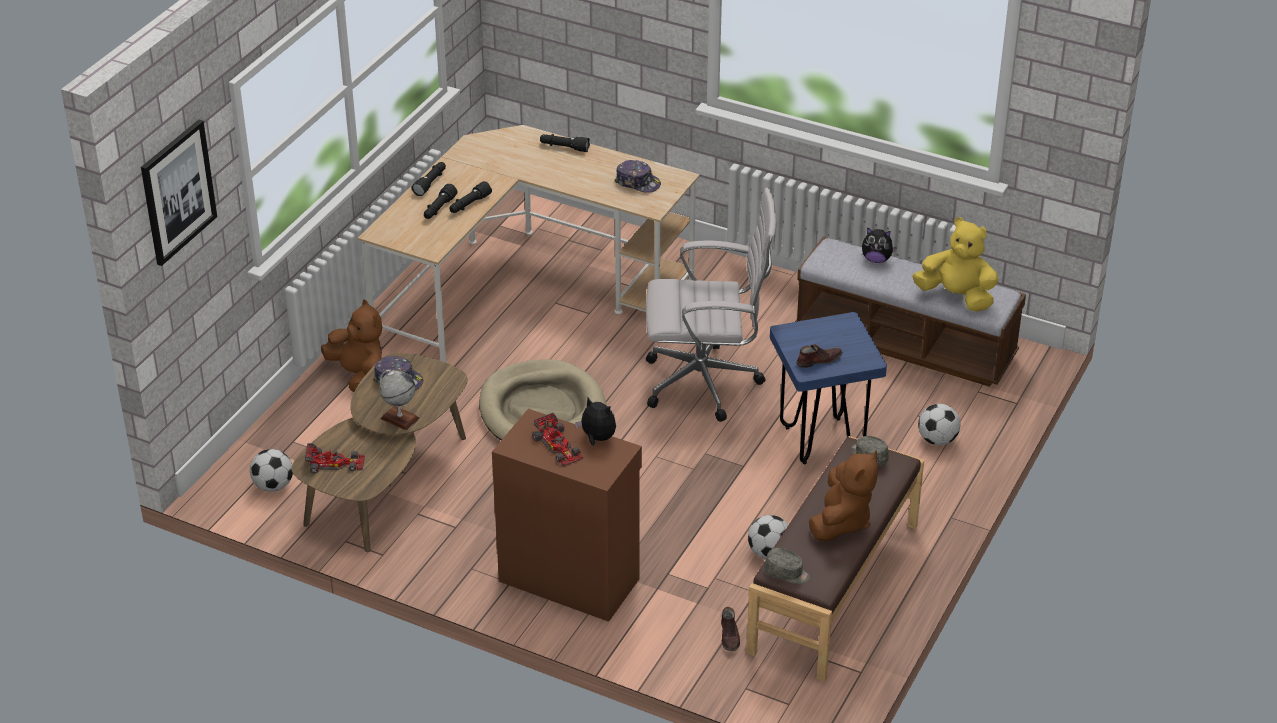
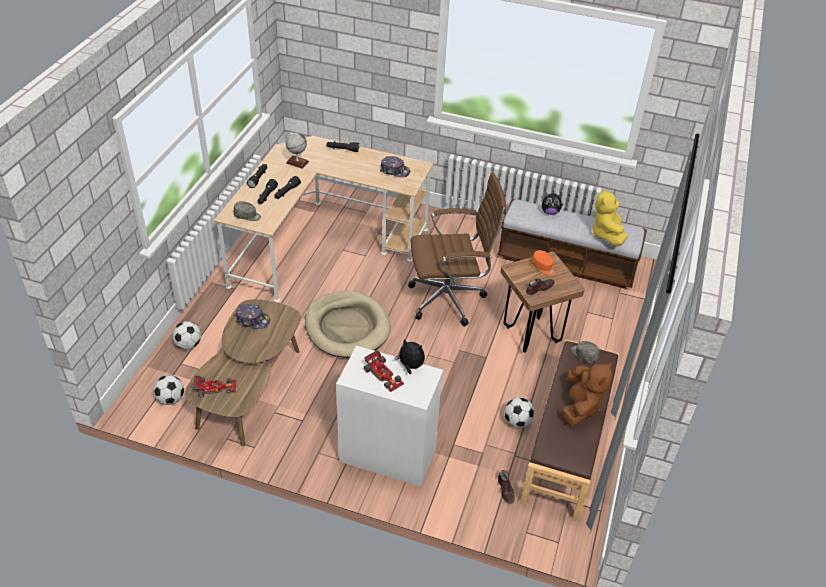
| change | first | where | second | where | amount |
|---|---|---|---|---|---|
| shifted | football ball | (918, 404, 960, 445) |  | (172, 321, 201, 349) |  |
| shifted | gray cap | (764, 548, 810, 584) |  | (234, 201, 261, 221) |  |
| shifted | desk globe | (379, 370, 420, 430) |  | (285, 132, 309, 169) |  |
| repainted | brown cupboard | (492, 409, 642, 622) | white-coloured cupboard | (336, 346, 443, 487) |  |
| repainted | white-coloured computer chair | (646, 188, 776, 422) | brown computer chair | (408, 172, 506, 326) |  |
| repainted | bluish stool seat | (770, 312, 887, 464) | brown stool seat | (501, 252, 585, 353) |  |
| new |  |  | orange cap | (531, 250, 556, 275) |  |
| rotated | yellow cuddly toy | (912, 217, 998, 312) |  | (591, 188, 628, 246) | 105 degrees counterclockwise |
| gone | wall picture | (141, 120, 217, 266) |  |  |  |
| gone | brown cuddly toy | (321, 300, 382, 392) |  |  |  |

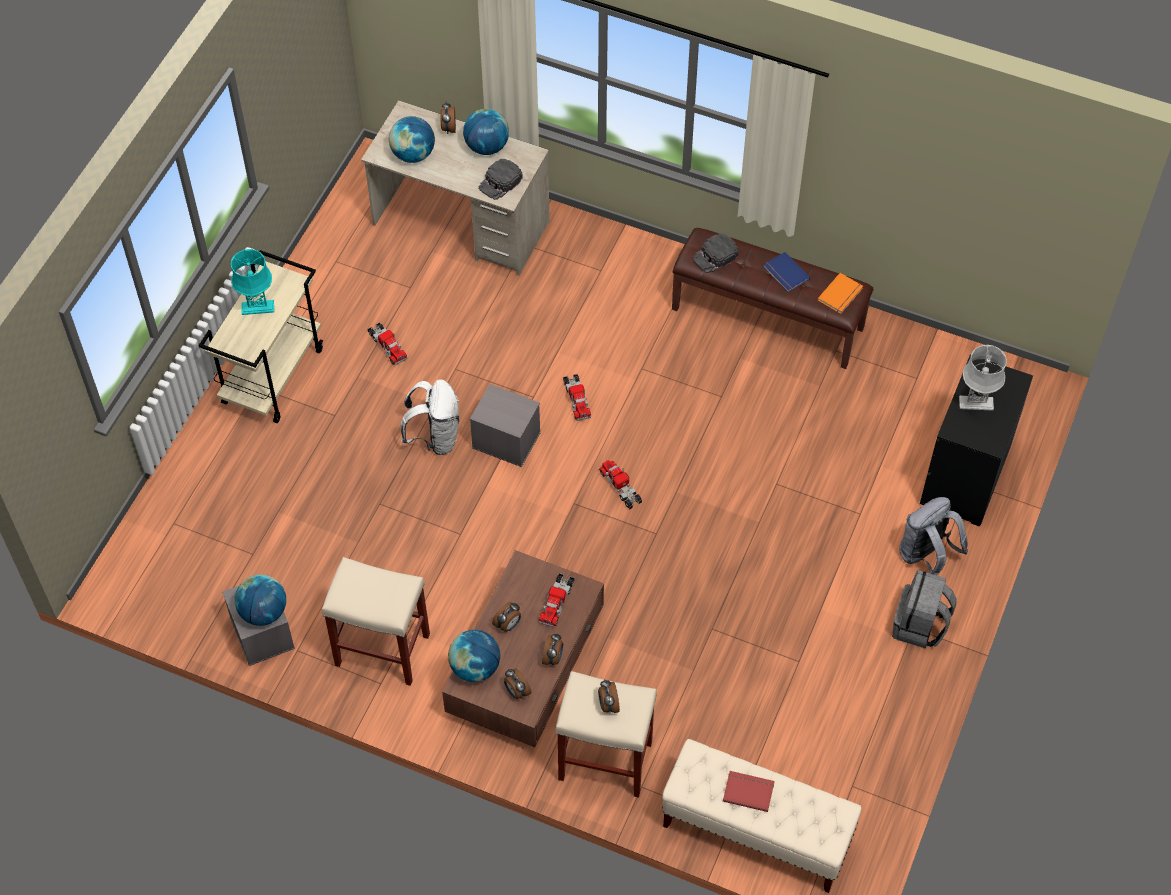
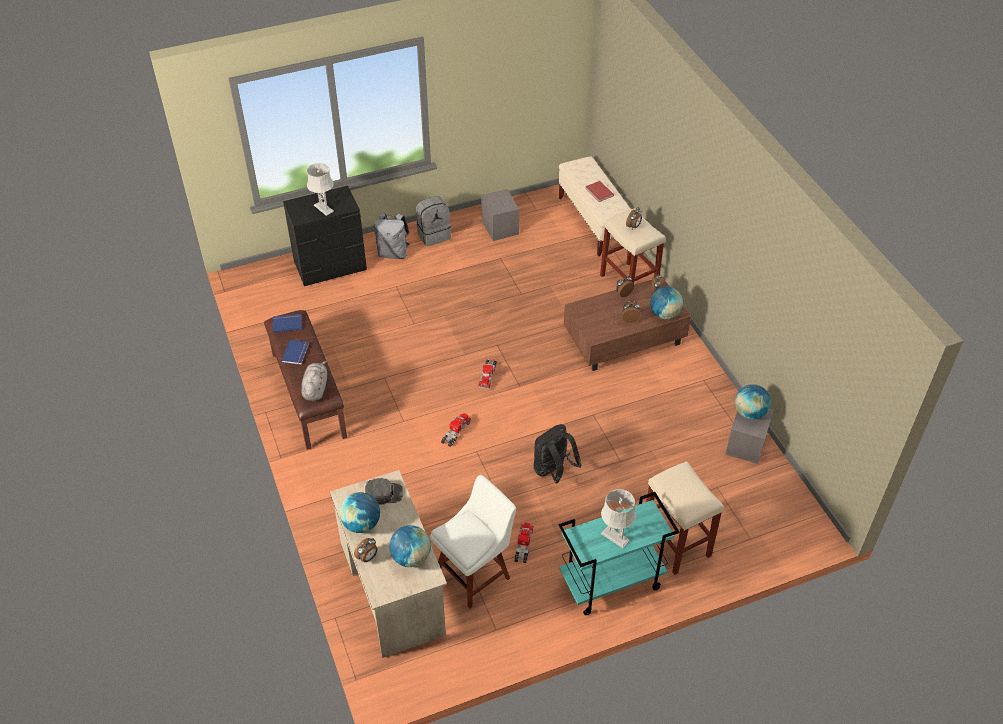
| change | first | where | second | where | amount |
|---|---|---|---|---|---|
| repainted | orange volume | (818, 273, 863, 314) | bluish volume | (273, 314, 302, 333) |  |
| swapped | black-coloured cap | (693, 233, 739, 273) | gray cuddly toy | (301, 361, 328, 401) |  |
| new |  |  | white-coloured upright chair | (430, 475, 516, 608) |  |
| shifted | gray storage box | (470, 384, 541, 467) |  | (481, 189, 519, 241) |  |
| repainted | white-coloured knapsack | (401, 379, 459, 455) | black-coloured knapsack | (534, 424, 582, 483) |  |
| repainted | sand-coloured cart | (198, 250, 323, 423) | turquoise-coloured cart | (559, 492, 679, 615) |  |
| repainted | turquoise-coloured table lamp | (231, 249, 274, 315) | gray table lamp | (601, 489, 636, 548) |  |
| shifted | sand-coloured stool seat | (322, 557, 430, 686) |  | (646, 461, 724, 575) |  |
| gone | model truck | (539, 573, 574, 628) |  |  |  |

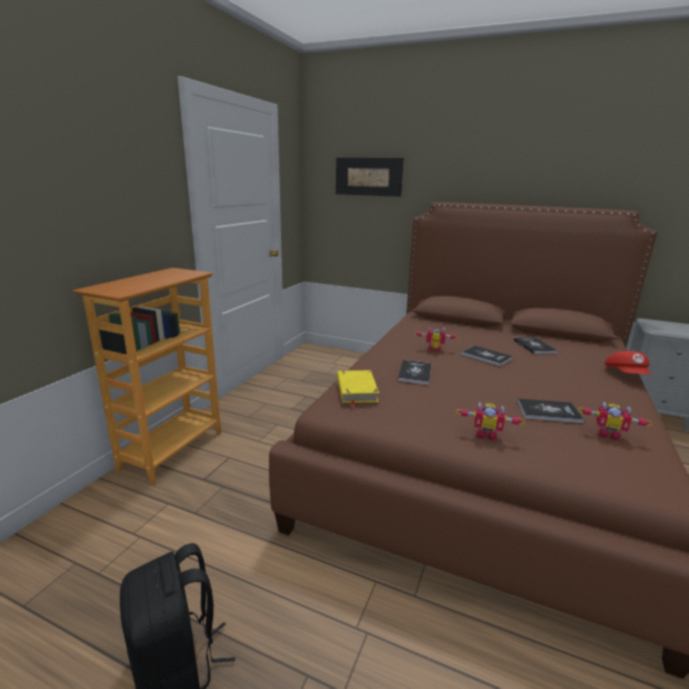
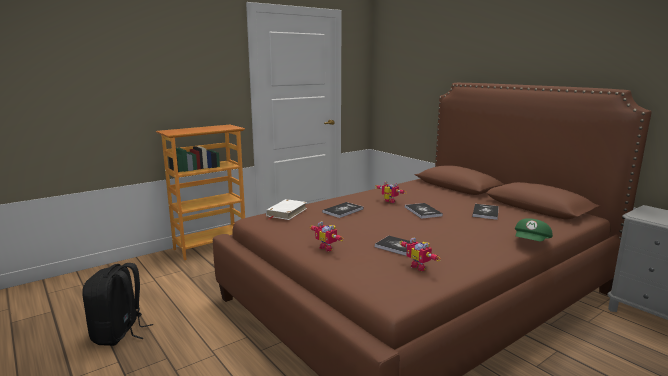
| change | first | where | second | where | amount |
|---|---|---|---|---|---|
| repainted | yellow volume | (337, 370, 379, 408) | white-coloured volume | (266, 199, 307, 220) |  |
| repainted | red-coloured cap | (604, 351, 651, 374) | greenish cap | (515, 218, 553, 242) |  |
| gone | wall picture | (336, 158, 404, 197) |  |  |  |

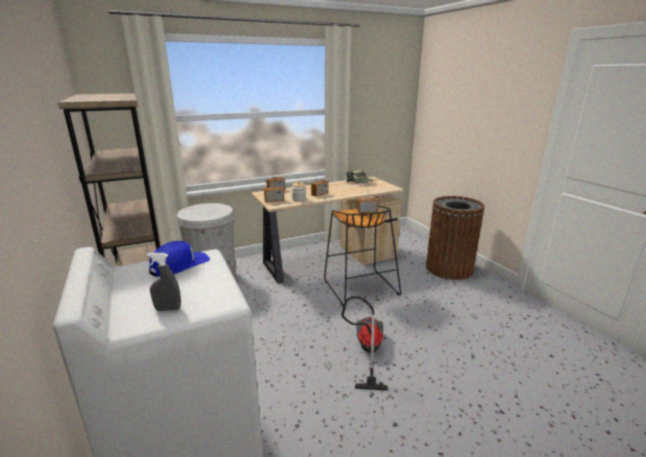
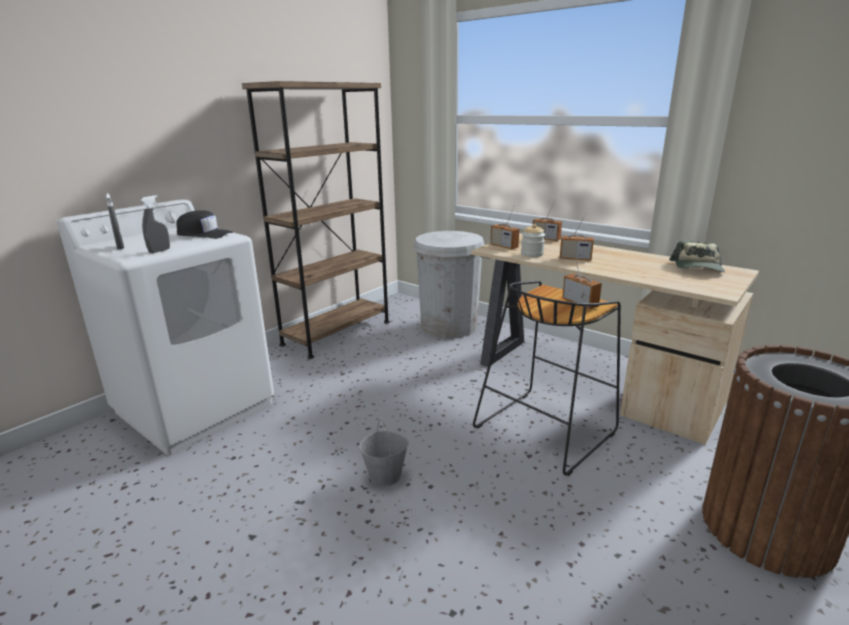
| change | first | where | second | where | amount |
|---|---|---|---|---|---|
| new |  |  | gray spray bottle | (140, 195, 170, 253) |  |
| repainted | bluish cap | (149, 241, 210, 277) | black-coloured cap | (176, 210, 233, 239) |  |
| swapped | vacuum cleaner | (341, 296, 388, 391) | gray pail | (359, 420, 409, 486) |  |

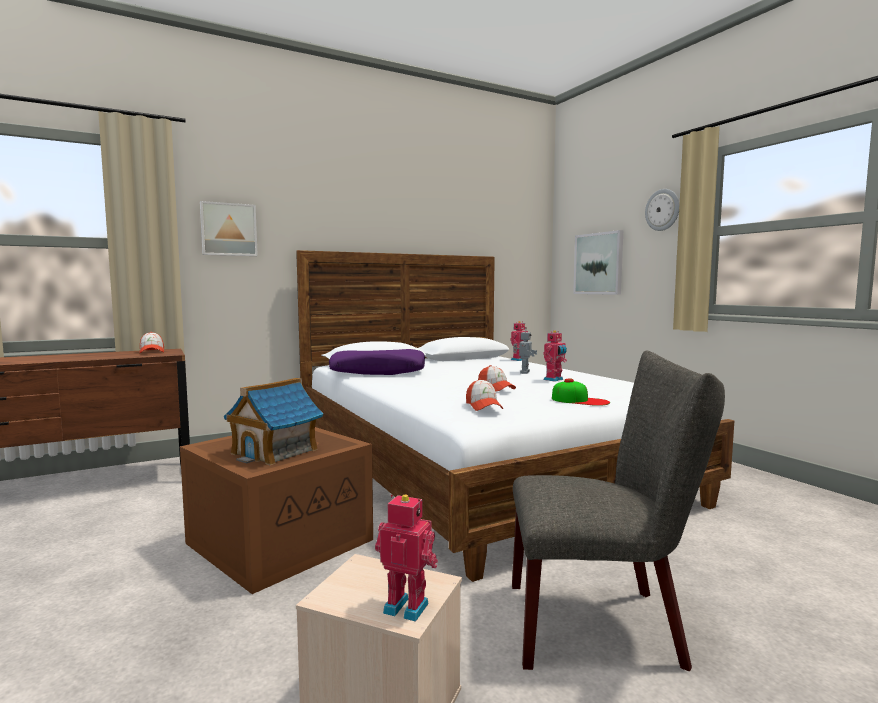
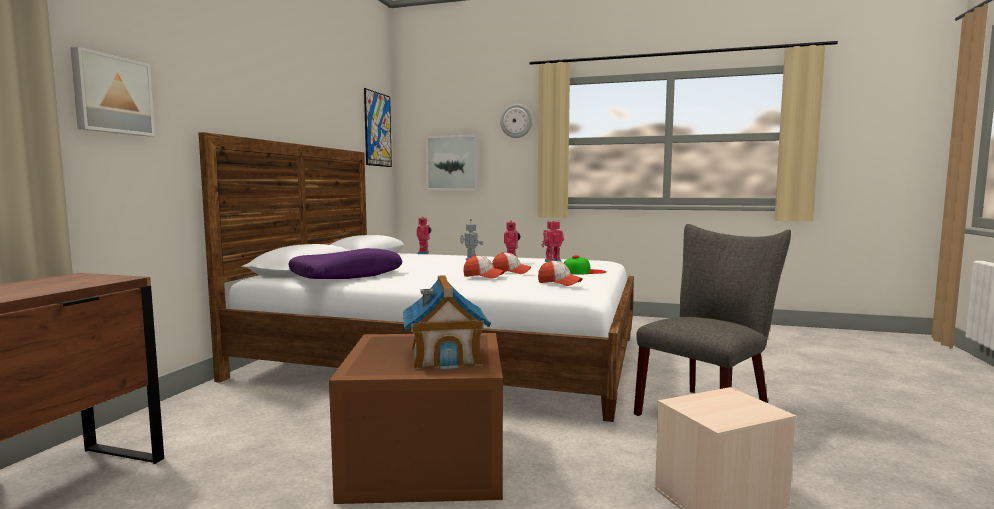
| change | first | where | second | where | amount |
|---|---|---|---|---|---|
| new |  |  | wall picture | (364, 88, 392, 167) |  |
| shifted | cap | (140, 332, 164, 353) |  | (463, 255, 505, 279) |  |
| shifted | robot figure | (375, 494, 438, 622) |  | (542, 219, 564, 262) |  |

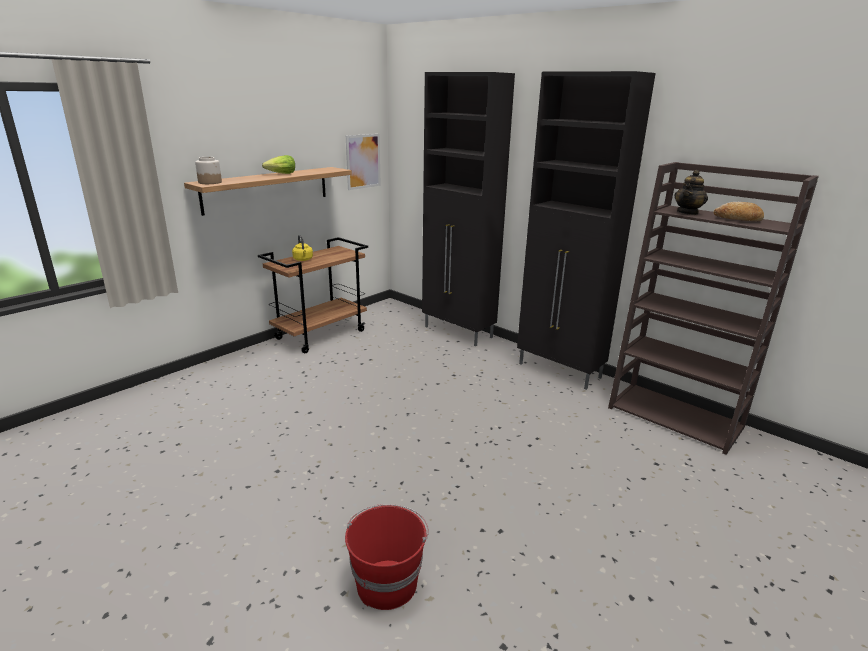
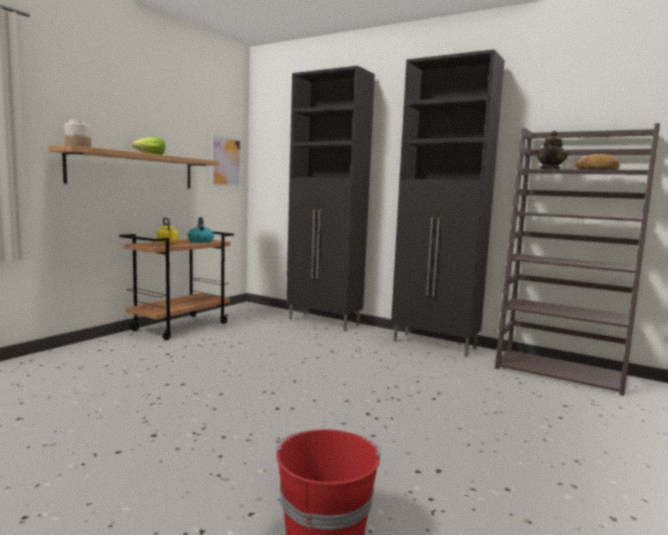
| change | first | where | second | where | amount |
|---|---|---|---|---|---|
| new |  |  | kettle | (188, 217, 214, 243) |  |

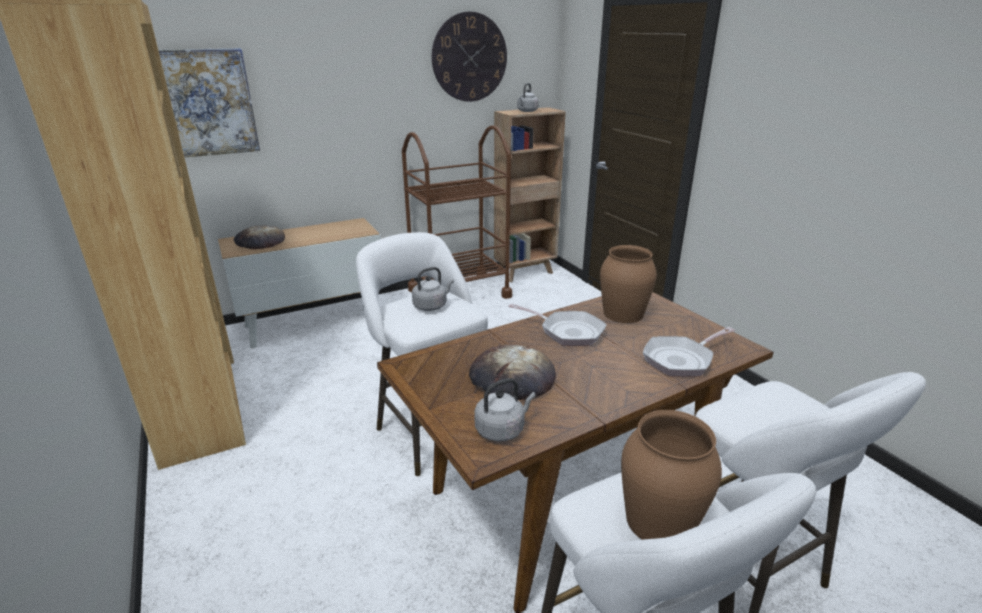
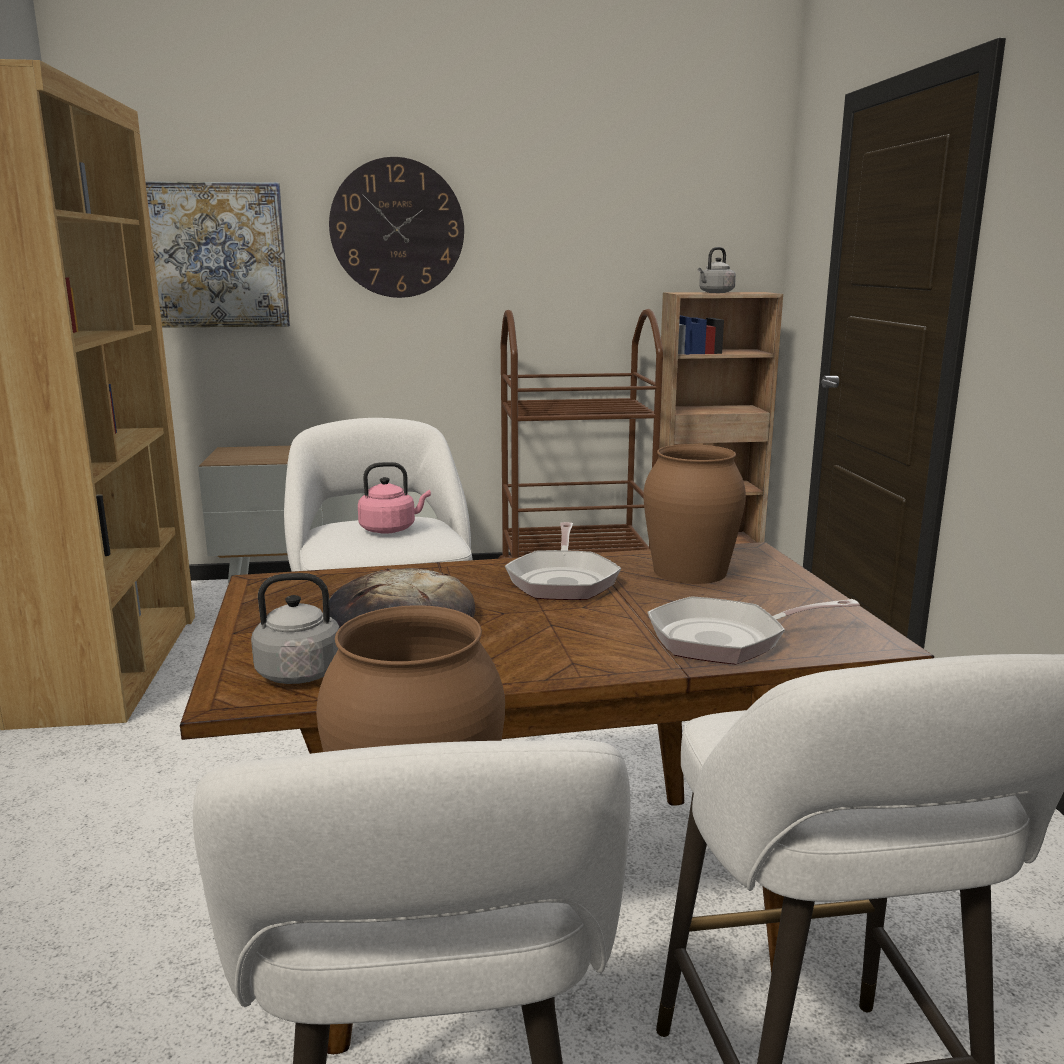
| change | first | where | second | where | amount |
|---|---|---|---|---|---|
| shifted | wall clock | (432, 12, 507, 102) |  | (329, 157, 464, 298) |  |
| repainted | gray kettle | (412, 267, 454, 311) | pink kettle | (358, 462, 431, 534) |  |
| rotated | pan | (508, 304, 607, 346) |  | (505, 522, 621, 600) | 45 degrees clockwise |
| gone | baked bread | (233, 225, 285, 249) |  |  |  |

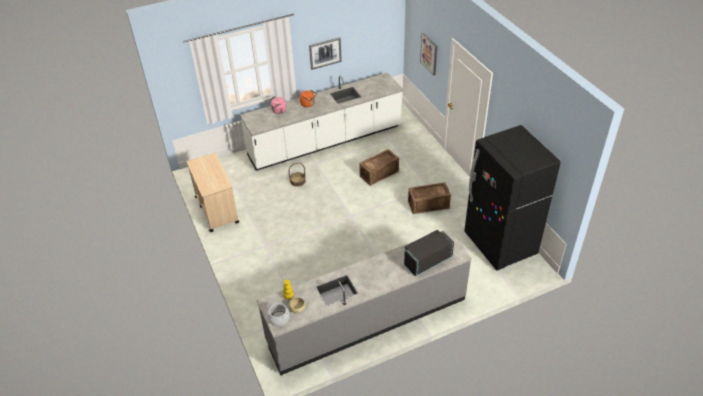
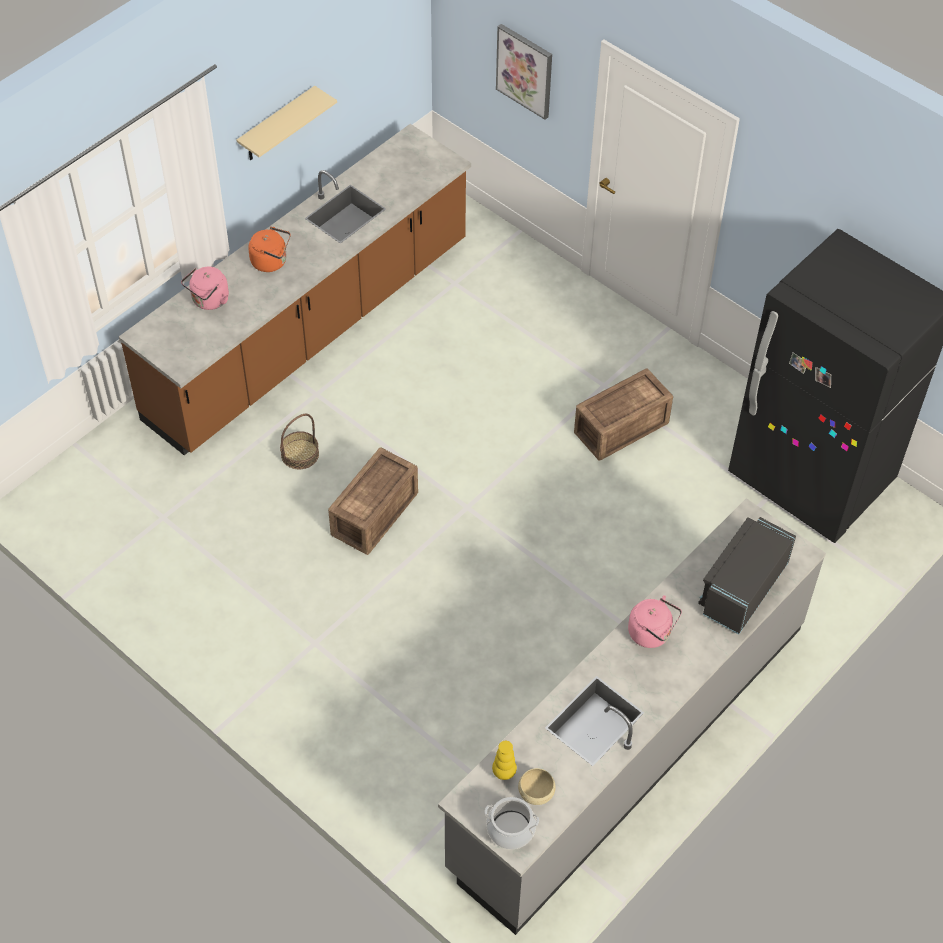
| change | first | where | second | where | amount |
|---|---|---|---|---|---|
| repainted | white-coloured kitchen base unit | (240, 73, 403, 171) | brown kitchen base unit | (119, 124, 471, 455) |  |
| swapped | wall picture | (309, 37, 342, 70) | sand-coloured shelf | (236, 86, 337, 160) |  |
| shifted | shipping crate | (359, 149, 399, 186) |  | (328, 447, 418, 555) |  |
| new |  |  | pink kettle | (628, 595, 682, 648) |  |
| gone | sand-coloured cart | (186, 153, 239, 232) |  |  |  |

